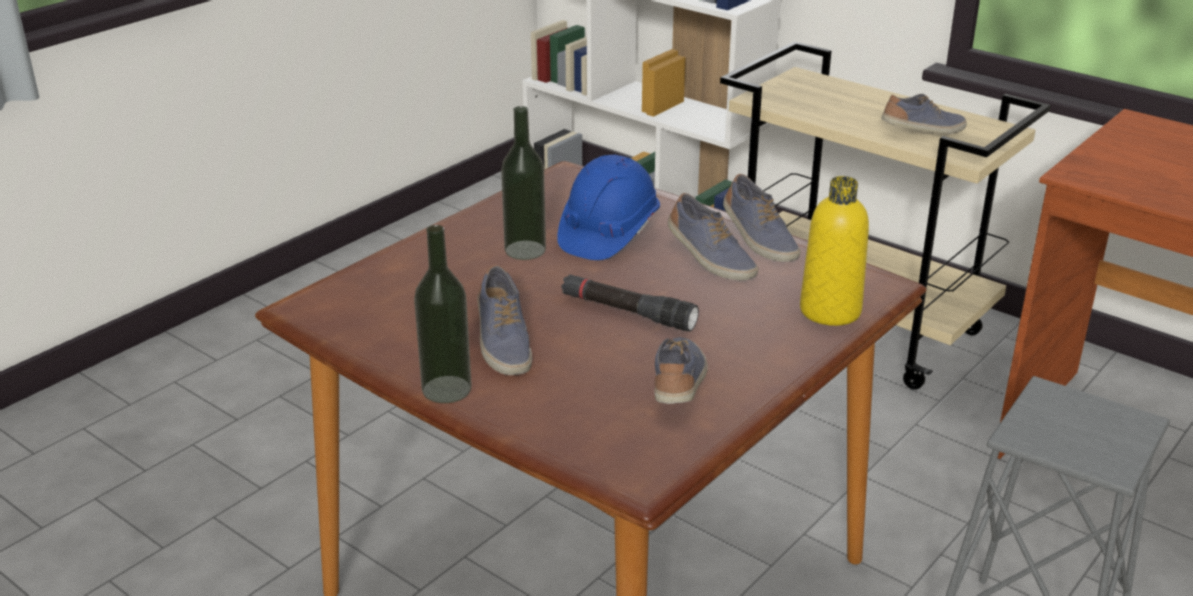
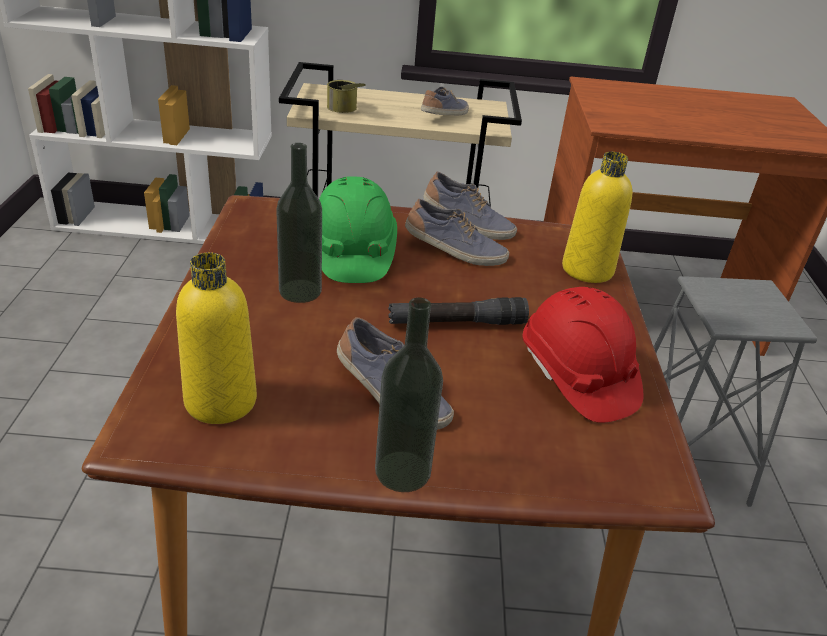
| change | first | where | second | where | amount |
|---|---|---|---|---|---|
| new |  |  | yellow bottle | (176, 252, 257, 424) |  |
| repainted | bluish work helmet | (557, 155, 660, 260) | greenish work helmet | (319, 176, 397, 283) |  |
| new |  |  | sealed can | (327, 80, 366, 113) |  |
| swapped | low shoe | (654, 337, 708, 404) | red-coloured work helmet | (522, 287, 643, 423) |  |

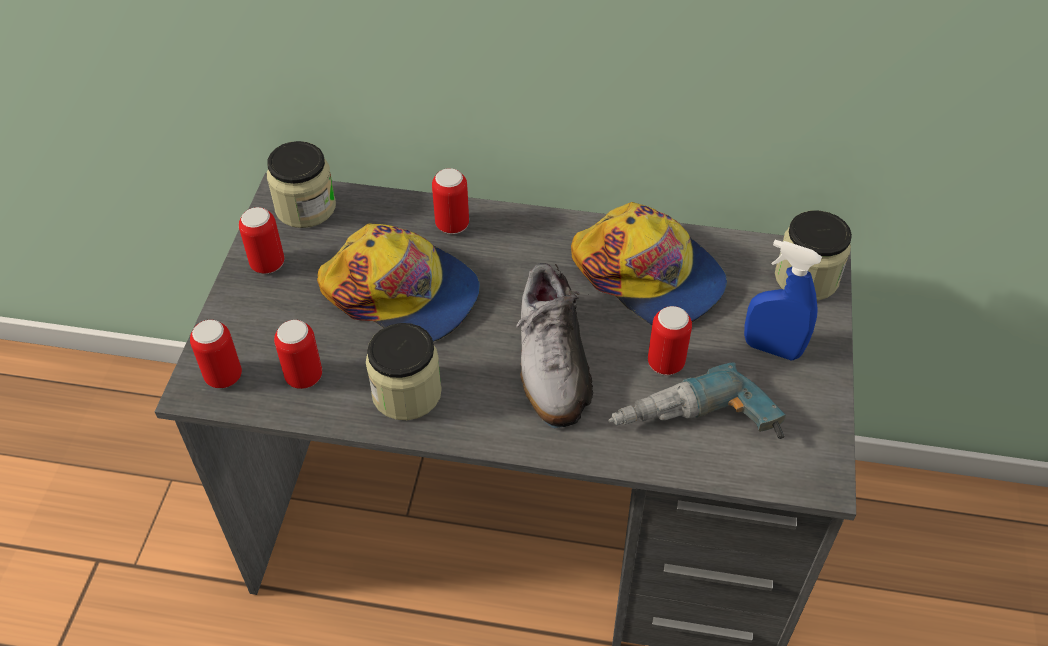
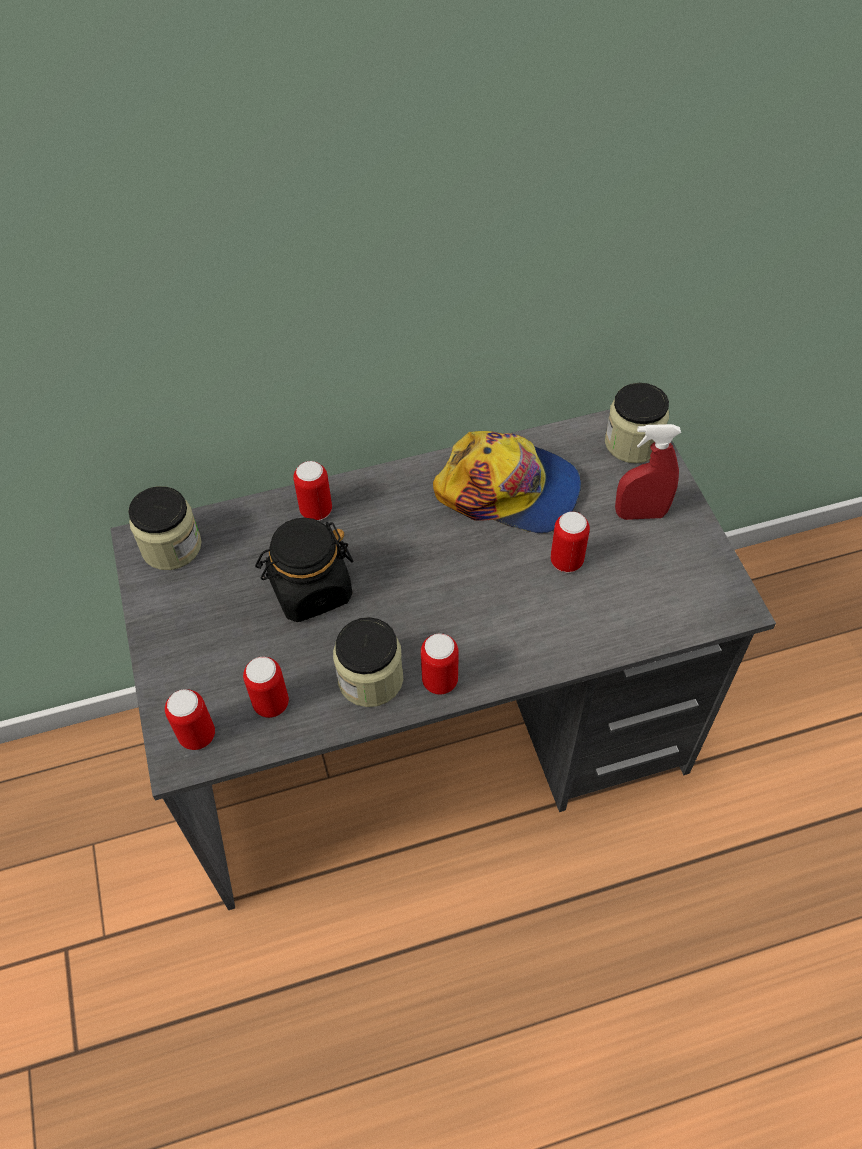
| change | first | where | second | where | amount |
|---|---|---|---|---|---|
| swapped | cap | (317, 223, 480, 342) | black-coloured storage jar | (255, 518, 353, 622) |  |
| shifted | sealed can | (239, 207, 284, 274) |  | (421, 633, 458, 694) |  |
| repainted | bluish spray bottle | (744, 240, 822, 361) | red-coloured spray bottle | (615, 424, 681, 520) |  |
| gone | low shoe | (516, 263, 593, 428) |  |  |  |
| gone | electric drill | (608, 362, 786, 439) |  |  |  |

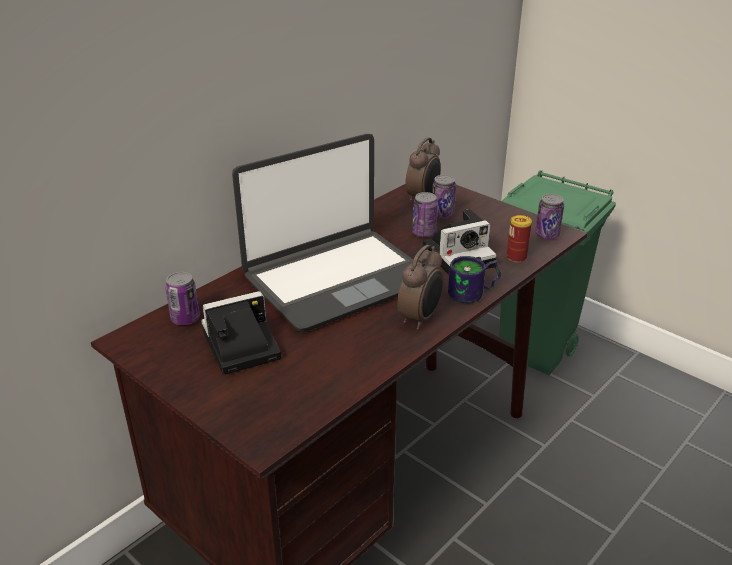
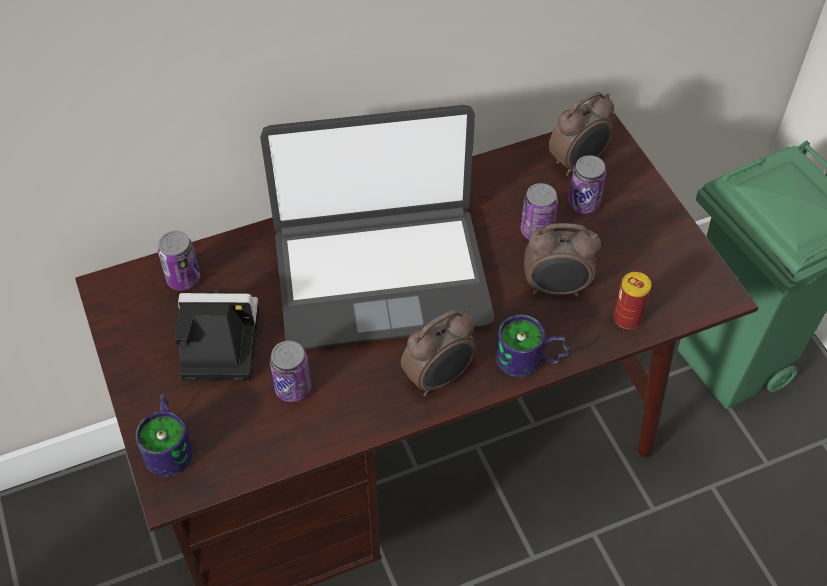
| change | first | where | second | where | amount |
|---|---|---|---|---|---|
| new |  |  | mug | (135, 393, 193, 477) |  |
| shifted | sealed can | (535, 194, 564, 239) |  | (270, 341, 311, 402) |  |
| swapped | photo camera | (422, 209, 497, 275) | alarm clock | (524, 223, 601, 296) |  |

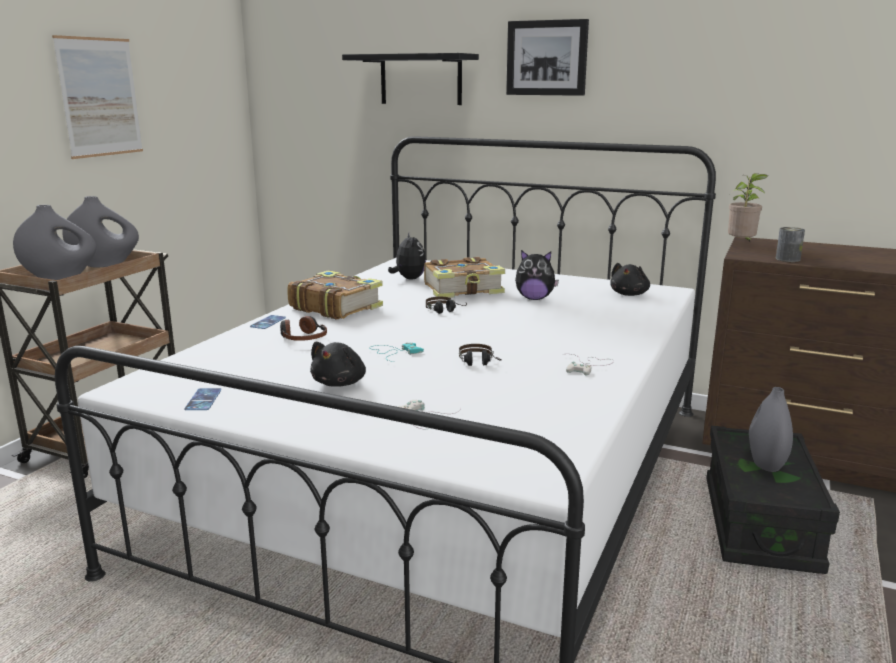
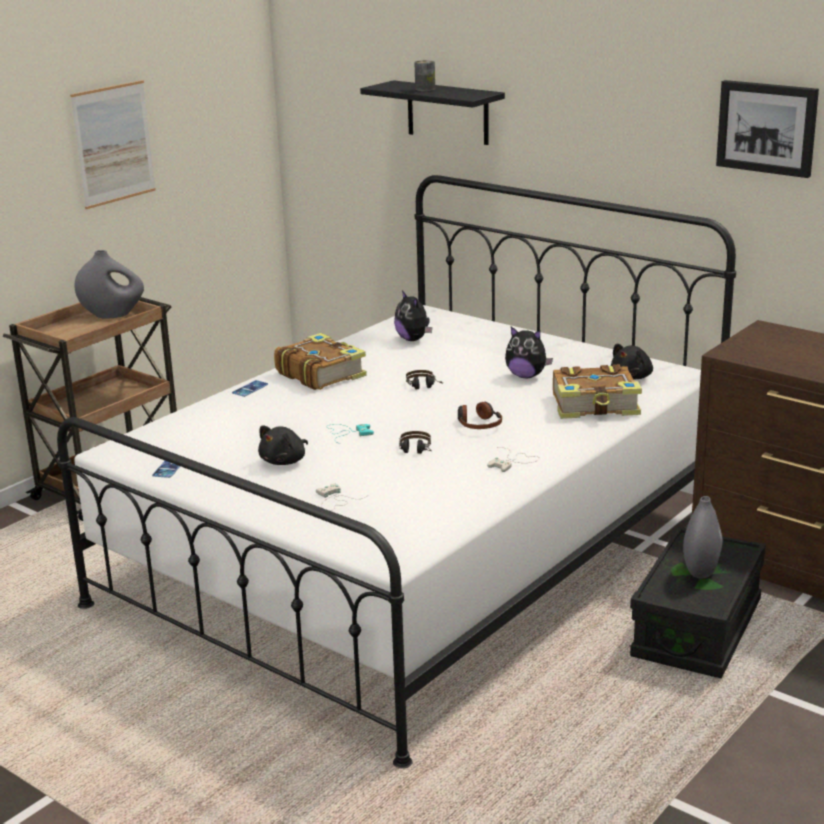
| change | first | where | second | where | amount |
|---|---|---|---|---|---|
| rotated | cuddly toy | (388, 233, 426, 279) |  | (394, 290, 432, 341) | 150 degrees clockwise |
| shifted | sealed can | (775, 227, 805, 262) |  | (414, 60, 435, 91) |  |
| shifted | headset | (280, 316, 327, 341) |  | (458, 402, 502, 429) |  |
| shifted | volume | (424, 257, 505, 298) |  | (553, 365, 642, 419) |  |
| shifted | wall picture | (506, 19, 589, 96) |  | (716, 80, 819, 178) |  |
| gone | gray decorative vase | (13, 205, 97, 280) |  |  |  |
| gone | plant in a pot | (728, 173, 768, 243) |  |  |  |

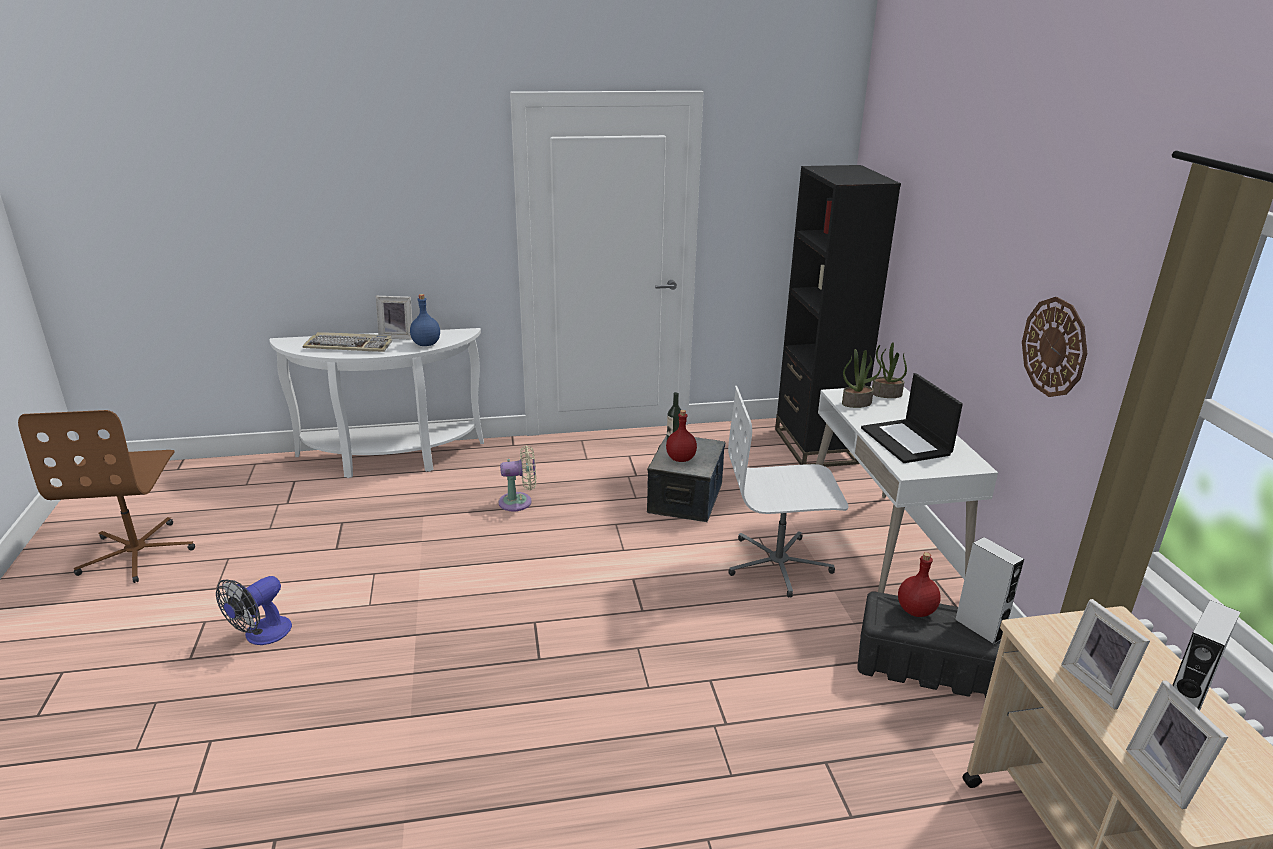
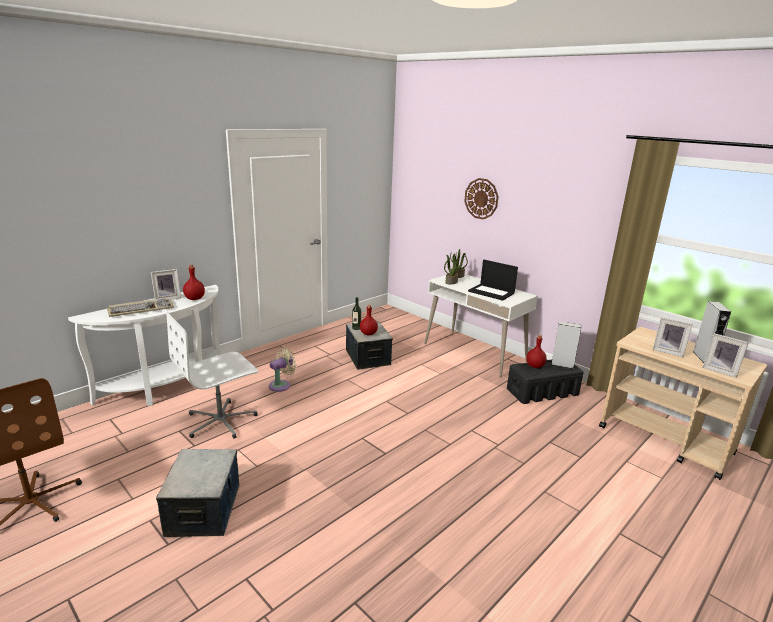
| change | first | where | second | where | amount |
|---|---|---|---|---|---|
| swapped | fan | (216, 576, 292, 645) | storage box | (156, 449, 239, 537) |  |
| shifted | white-coloured computer chair | (728, 386, 849, 598) |  | (166, 312, 258, 438) |  |
| repainted | bluish bottle | (410, 294, 440, 346) | red-coloured bottle | (183, 265, 205, 300) |  |
| shifted | wall clock | (1022, 297, 1087, 397) |  | (464, 178, 499, 219) |  |
| gone | black-coloured bookshelf | (775, 165, 901, 467) |  |  |  |

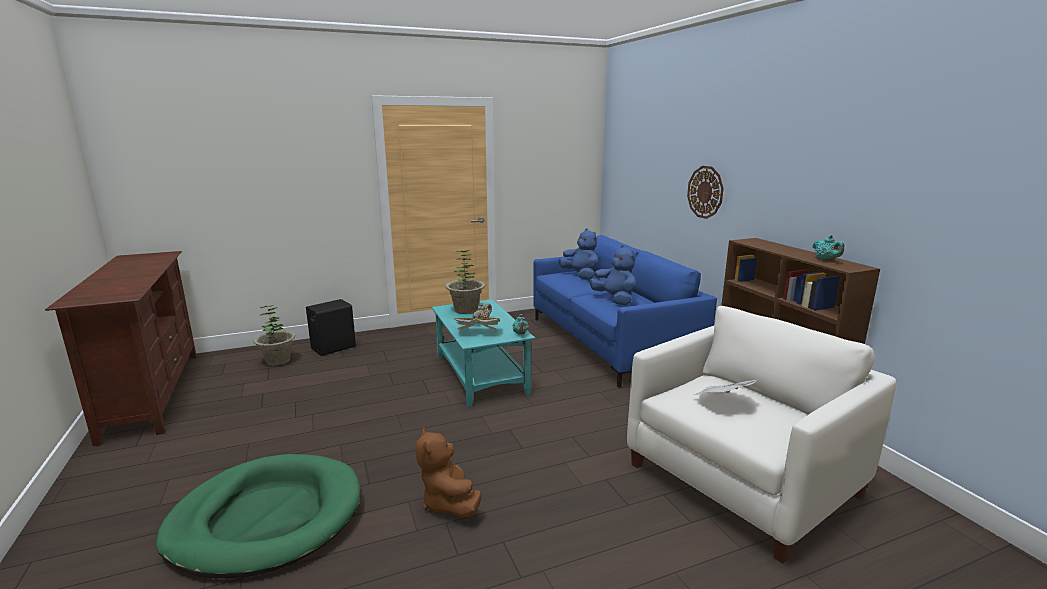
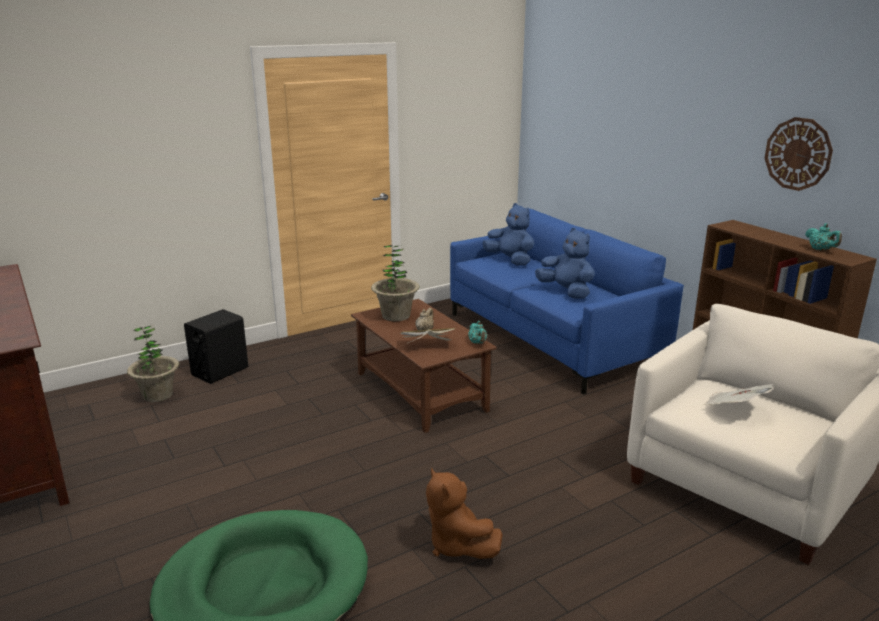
| change | first | where | second | where | amount |
|---|---|---|---|---|---|
| repainted | turquoise-coloured lounge table | (431, 299, 535, 407) | brown lounge table | (351, 299, 497, 433) |  |
| shifted | wall clock | (687, 166, 724, 219) |  | (765, 117, 833, 191) |  |

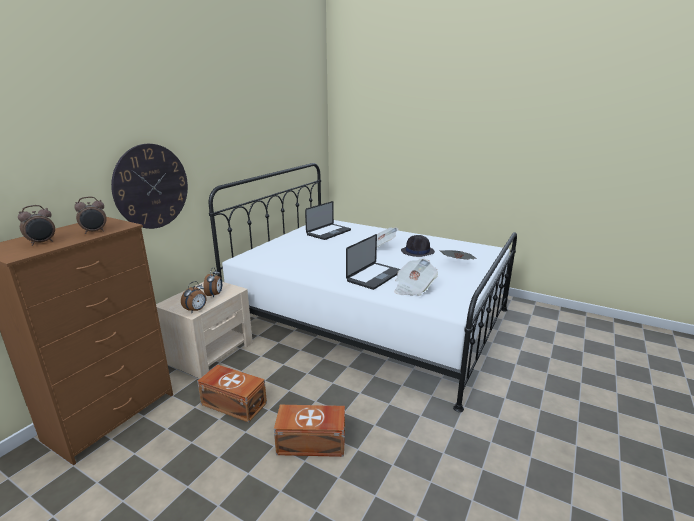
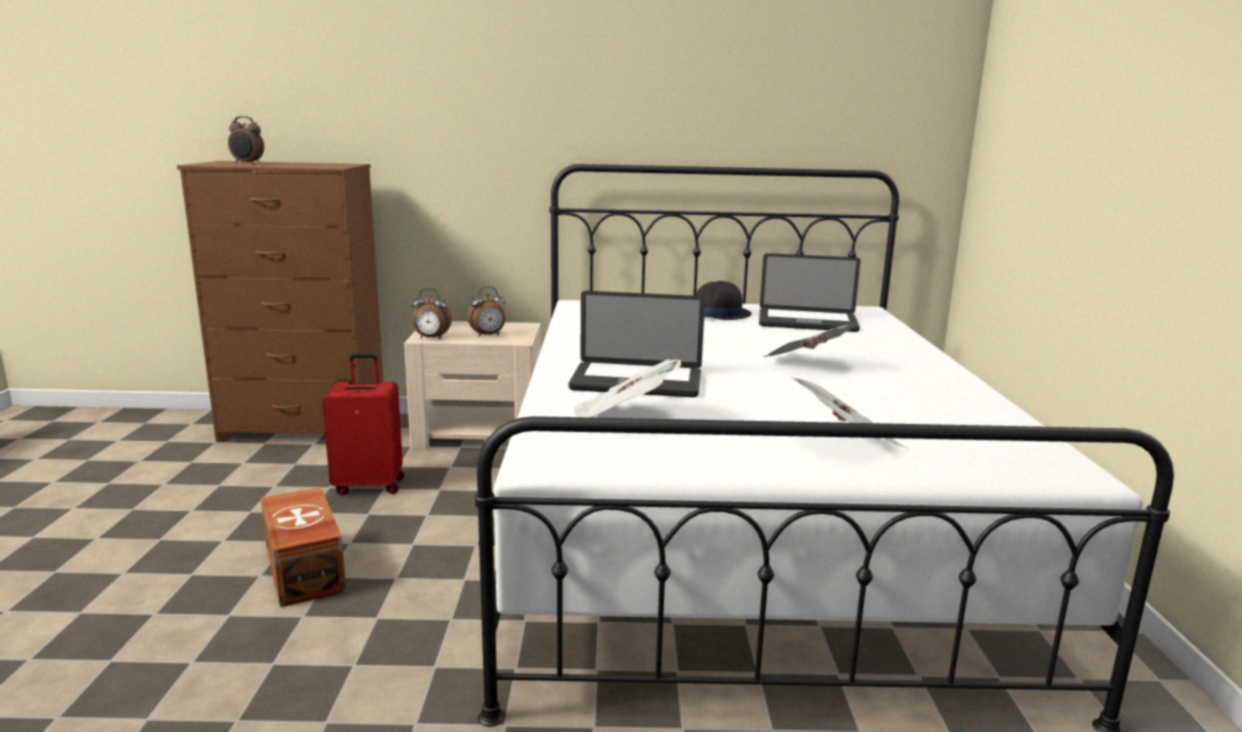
| change | first | where | second | where | amount |
|---|---|---|---|---|---|
| swapped | brown storage box | (197, 364, 267, 422) | red-coloured suitcase | (322, 354, 404, 495) |  |
| shifted | black-coloured clothing hat | (401, 235, 435, 257) |  | (696, 281, 752, 320) |  |
| gone | alarm clock | (74, 197, 107, 234) |  |  |  |
| gone | wall clock | (111, 144, 188, 229) |  |  |  |

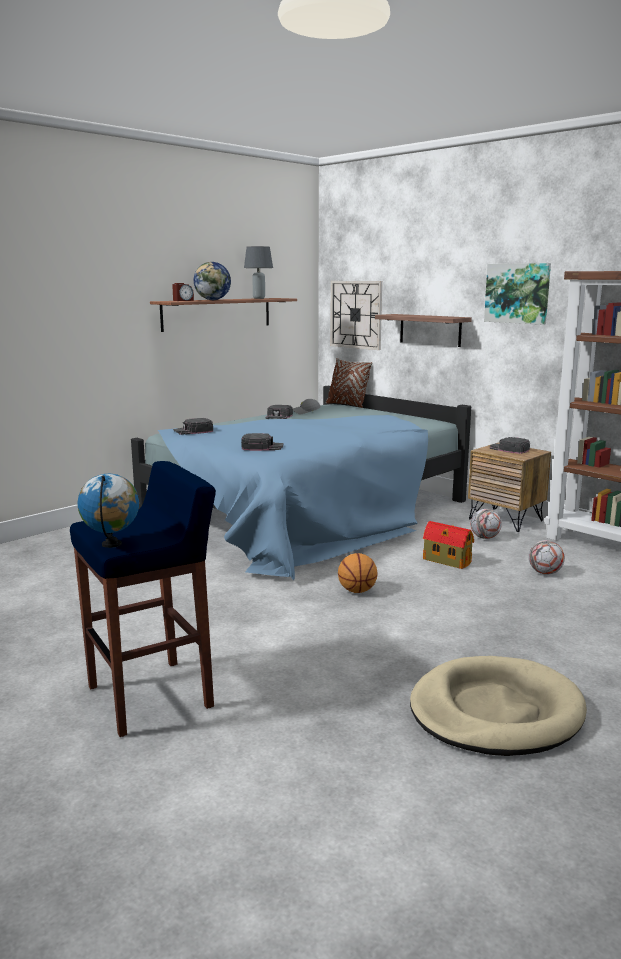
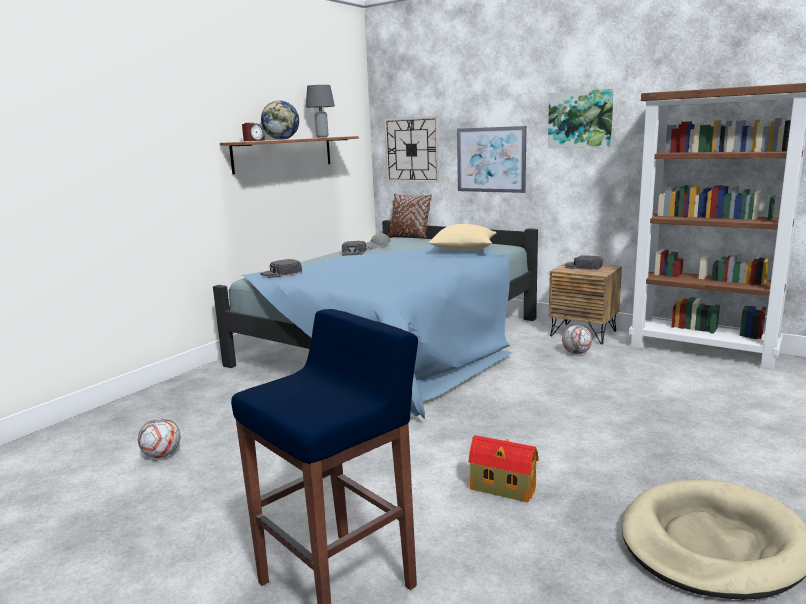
| change | first | where | second | where | amount |
|---|---|---|---|---|---|
| shifted | football ball | (529, 540, 565, 575) |  | (138, 418, 181, 458) |  |
| new |  |  | sand-coloured throw pillow | (428, 224, 496, 250) |  |
| swapped | shelf | (375, 314, 472, 347) | wall picture | (457, 126, 526, 193) |  |
| shifted | model house | (423, 521, 474, 569) |  | (468, 435, 539, 502) |  |
| gone | desk globe | (77, 474, 139, 548) |  |  |  |
| gone | black-coloured cap | (241, 433, 283, 451) |  |  |  |
| gone | basketball ball | (338, 553, 378, 593) |  |  |  |

